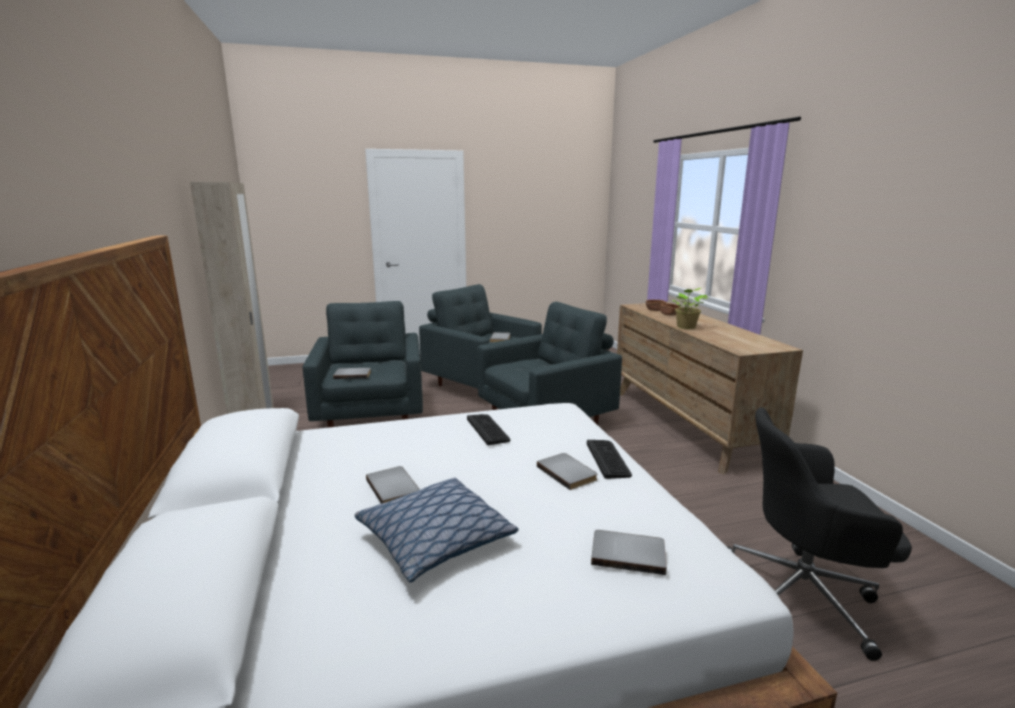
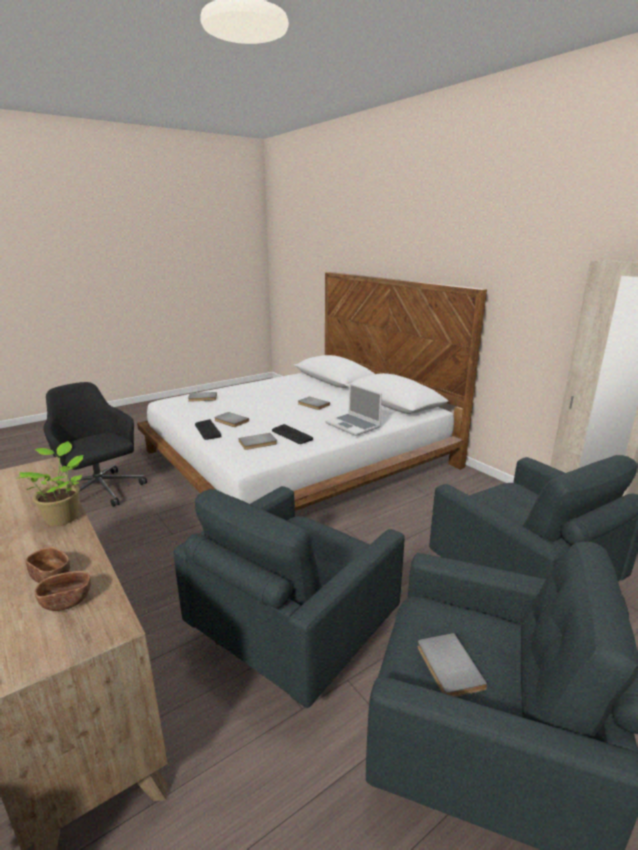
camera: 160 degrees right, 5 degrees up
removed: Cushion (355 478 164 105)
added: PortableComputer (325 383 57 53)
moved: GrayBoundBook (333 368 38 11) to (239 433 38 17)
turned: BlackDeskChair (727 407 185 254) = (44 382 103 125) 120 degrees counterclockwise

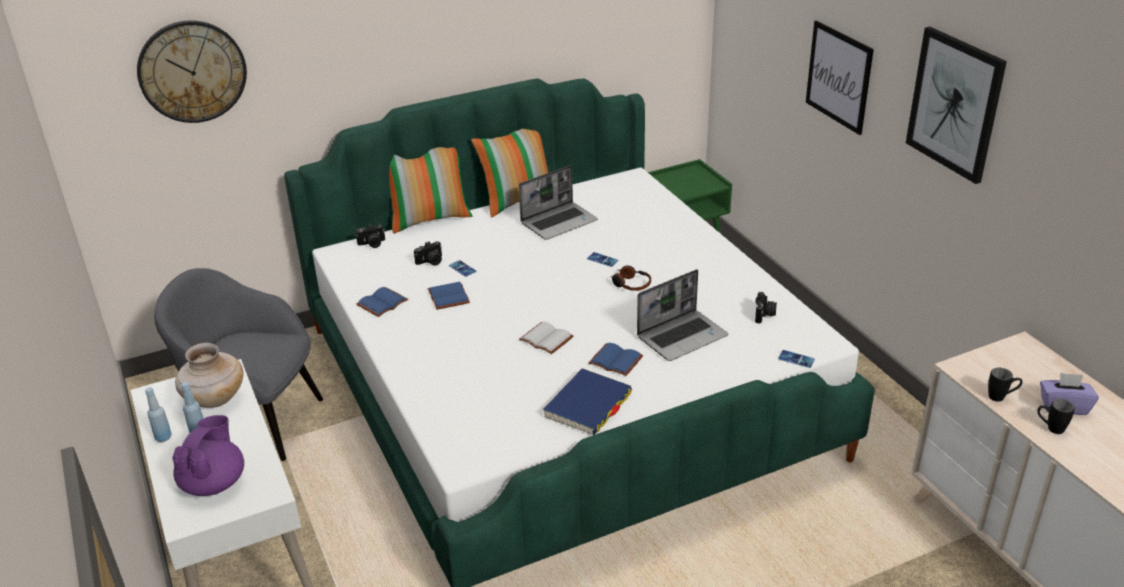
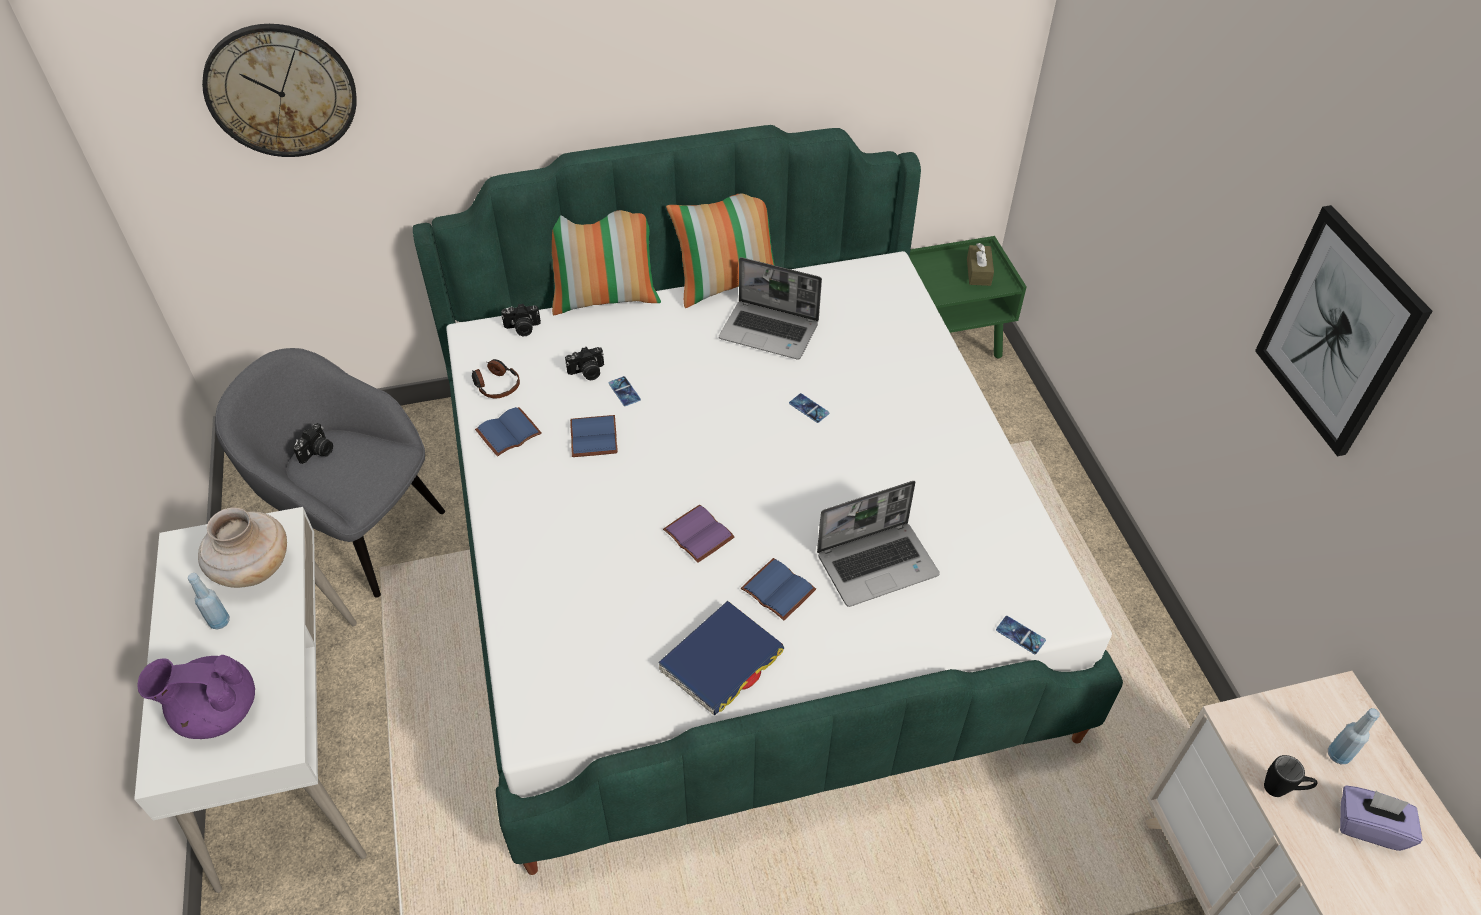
camera: 10 degrees right, 15 degrees up
removed: Picture (806 20 68 115); BlackTeaMug (1038 399 37 35)
added: BrownColouredTissueBox (967 243 27 43)
moved: PhotoCamera (755 292 22 31) to (293 423 40 41); PairOfHeadphones (610 266 41 25) to (472 359 48 40); BlueBottle (145 387 27 55) to (1328 708 52 56)
recoloured: WhiteColouredBoundBook (519 321 55 33) to PurpleBoundBook (663 504 72 59)
turned: PurpleTeapot (172 415 72 81) = (137 655 118 84) 120 degrees counterclockwise; PortableComputer (519 165 79 75) = (719 257 103 103) 45 degrees clockwise

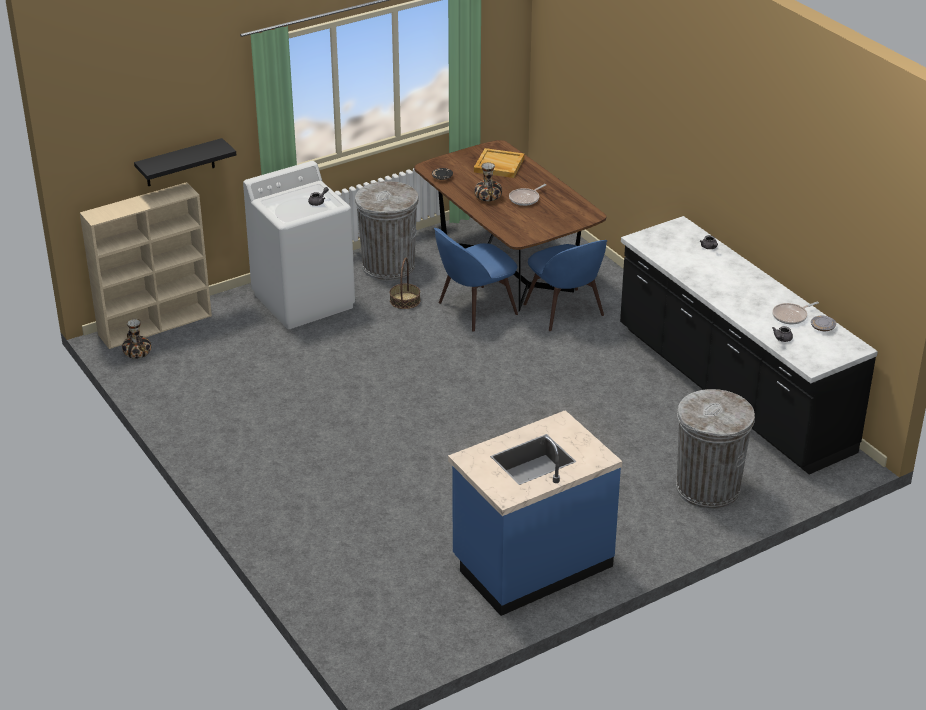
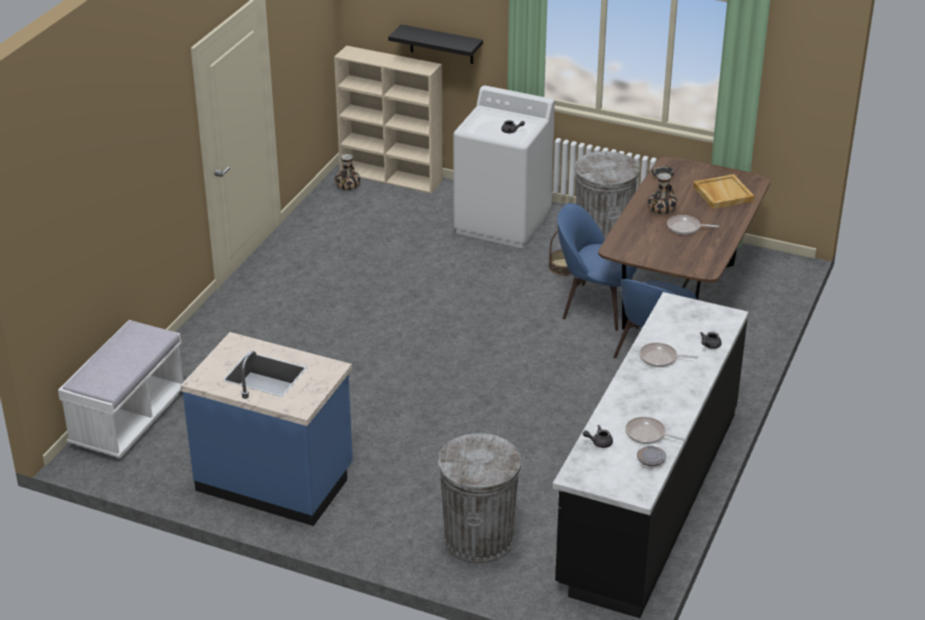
camera: 55 degrees right, 0 degrees up
added: WhiteColouredIndoorBench (58 320 125 139); FryingPan (639 343 59 24)

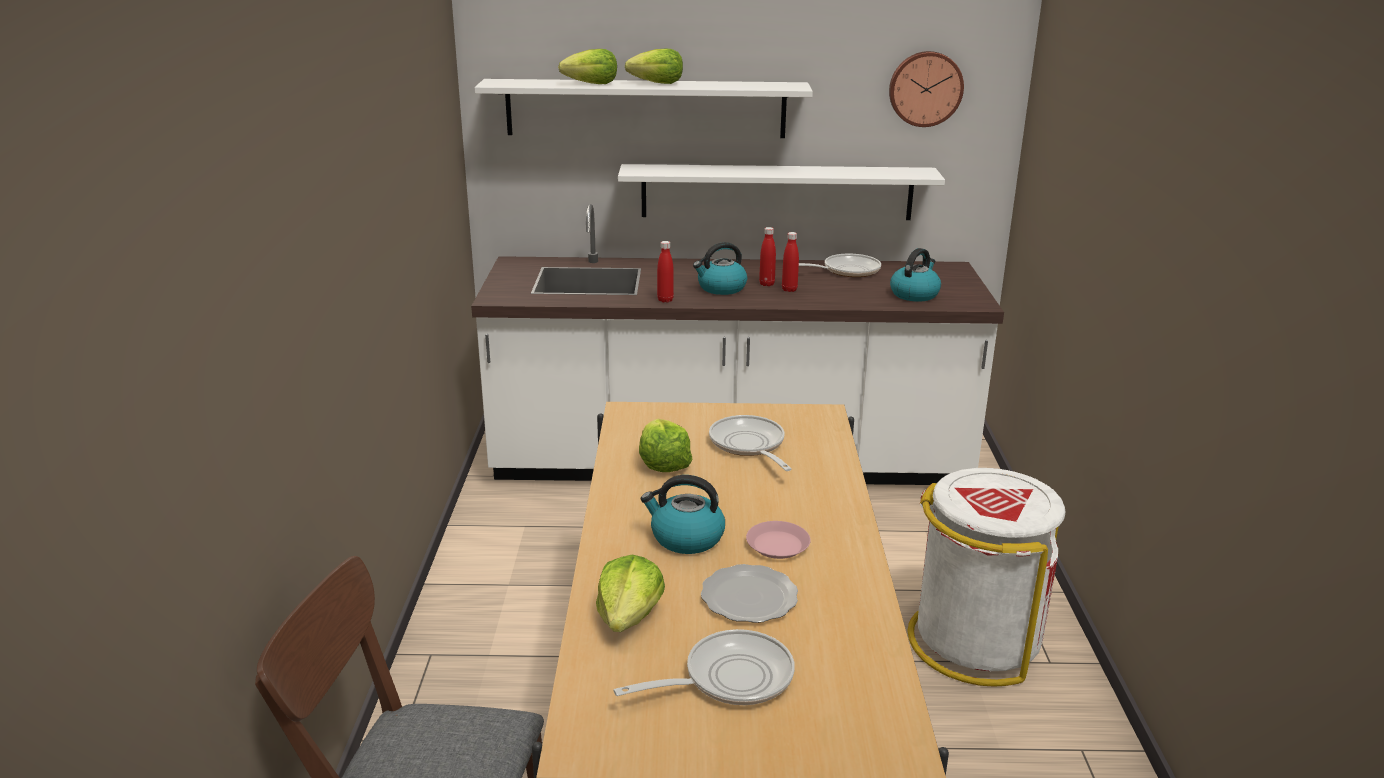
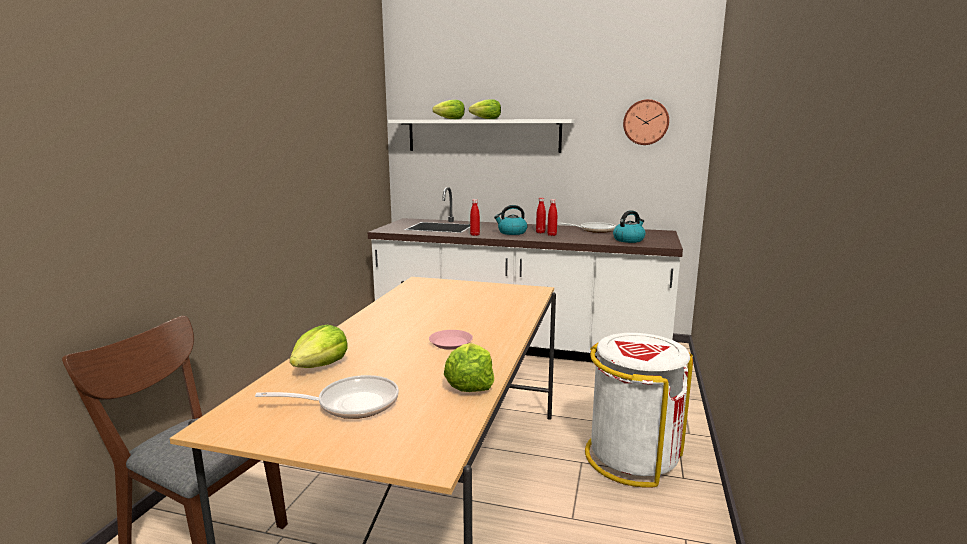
camera: 15 degrees right, 10 degrees down
removed: WhiteColouredWallShelf (618 164 327 56); WaterKettle (641 475 84 79); Plate (701 564 97 59); FryingPan (709 415 83 56)
moved: Lettuce (639 419 54 53) to (444 343 50 49)

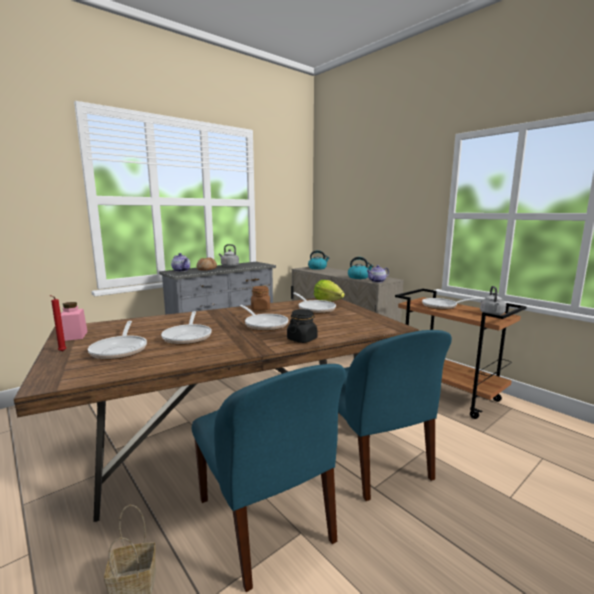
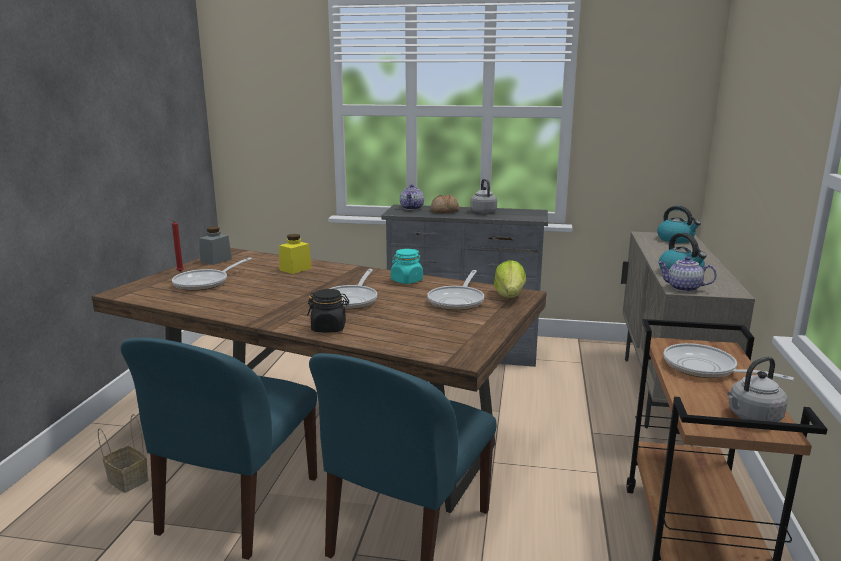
camera: 50 degrees right, 5 degrees up
removed: FryingPan (161 311 51 34)
added: YellowColouredStorageJar (279 234 33 40)
recoloured: PinkColouredStorageJar (61 302 27 39) to GrayStorageJar (199 227 33 38); BrownColouredStorageJar (251 286 19 24) to BlueGreenStorageJar (391 249 32 35)

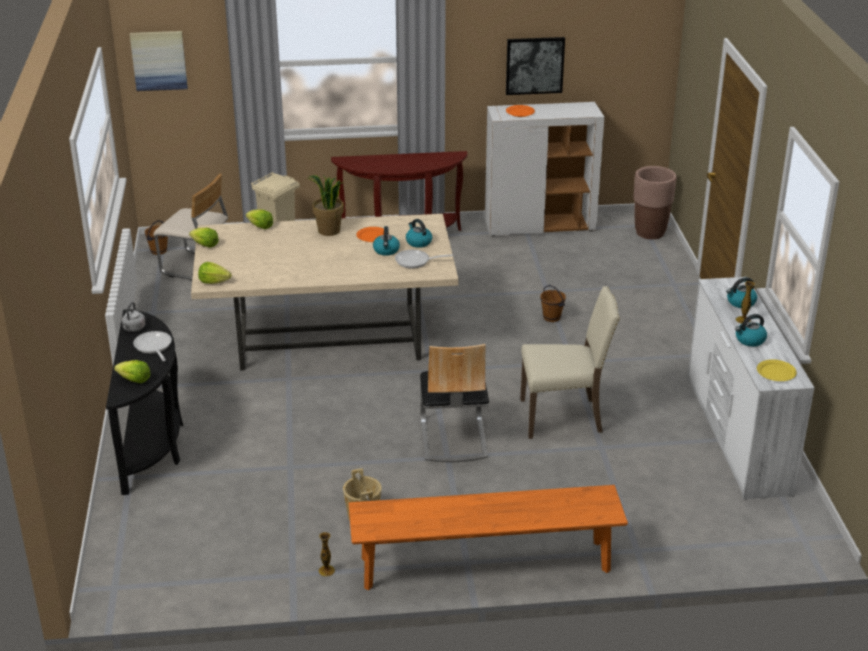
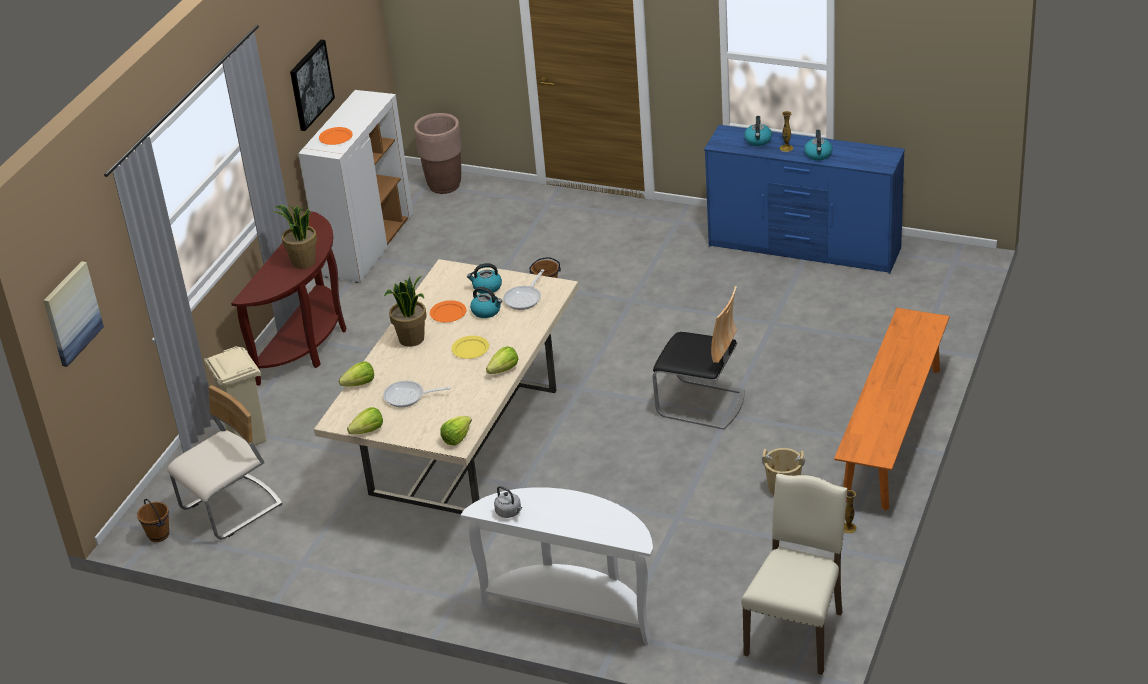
camera: 60 degrees left, 5 degrees up
added: PottedPlant (273 205 44 64)
moved: FryingPan (133 331 39 30) to (383 381 67 26); YellowColouredPlate (757 360 40 21) to (451 336 38 23); Lettuce (114 360 37 23) to (486 346 32 28); SandColouredUprightChair (520 286 100 153) to (741 473 107 202)
recoloured: BlackHallTable (106 309 77 186) to WhiteColouredHallTable (461 487 192 158); WhiteColouredChestOfDrawers (687 277 128 223) to BlueChestOfDrawers (704 125 201 149)

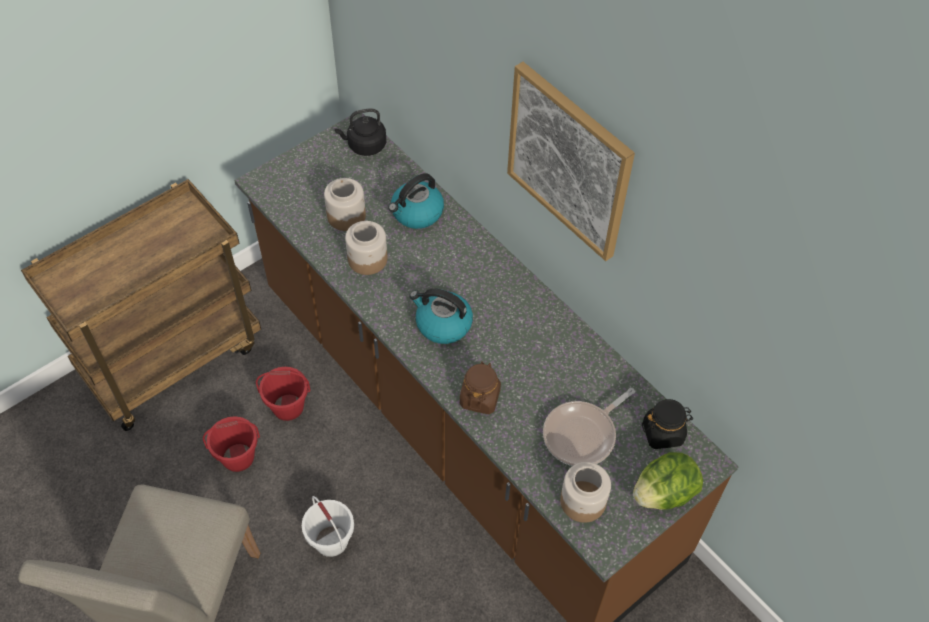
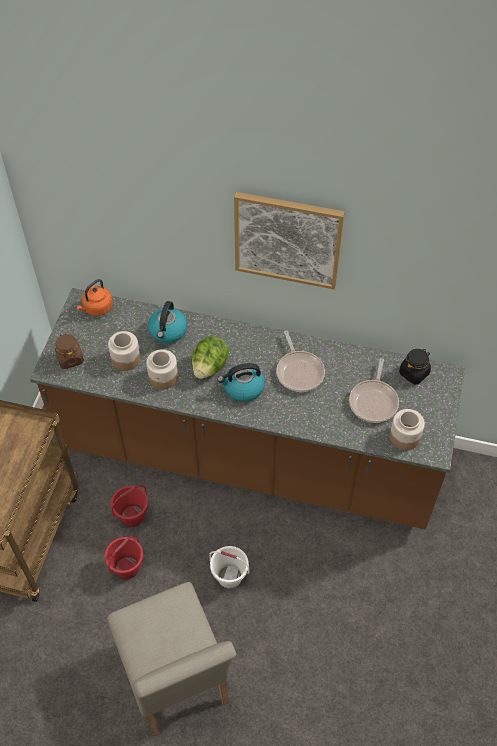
camera: 35 degrees left, 0 degrees up
added: FryingPan (276 330 49 62)
moved: BrownColouredStorageJar (460 361 41 53) to (55 333 29 36); Lettuce (633 452 70 58) to (192 337 37 42)
recoloured: BlackWaterKettle (335 108 51 48) to OrangeColouredWaterKettle (76 279 37 37)

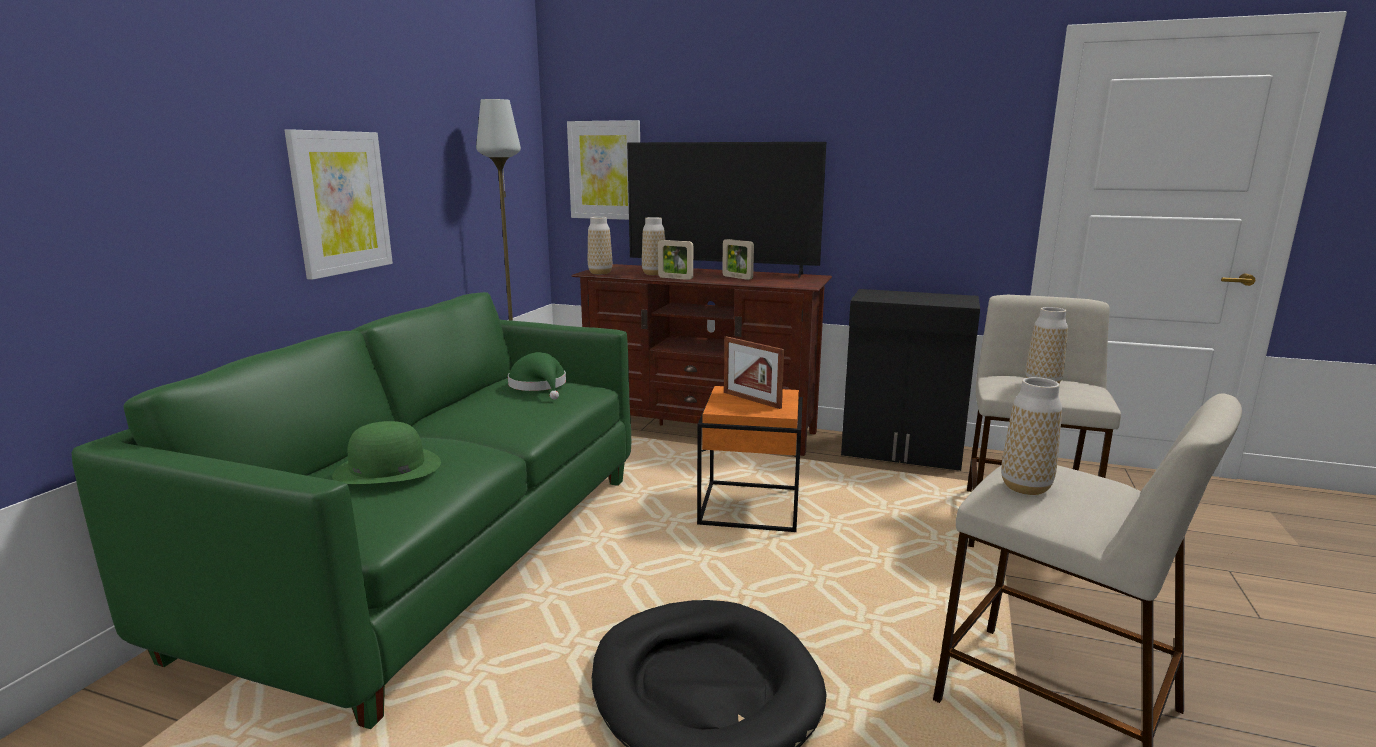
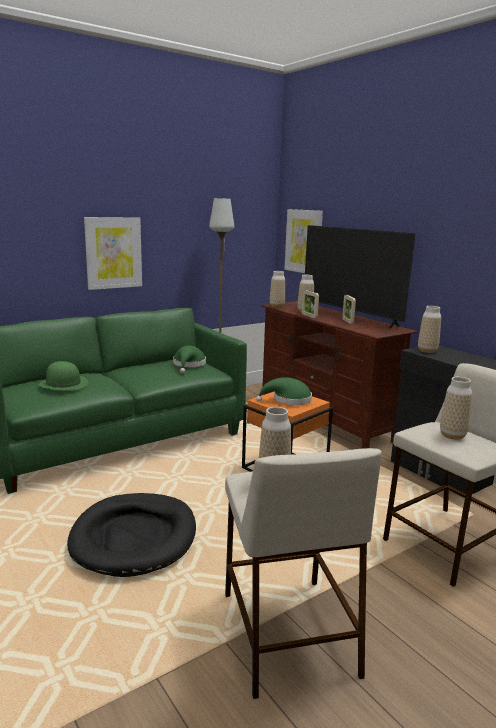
camera: 35 degrees right, 0 degrees up
added: FlowerVase (418 306 23 47)
replaced: PhotoFrame (724 336 60 73) to GreenColouredWearableHat (256 377 56 28)

